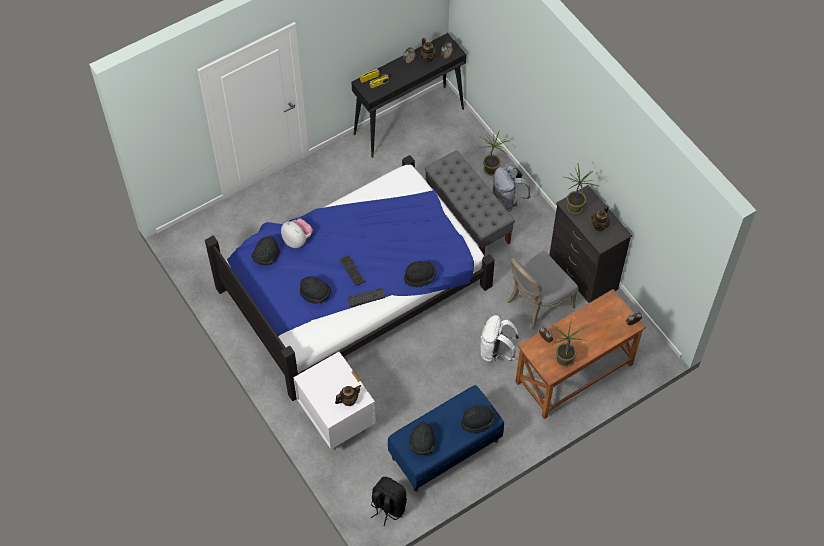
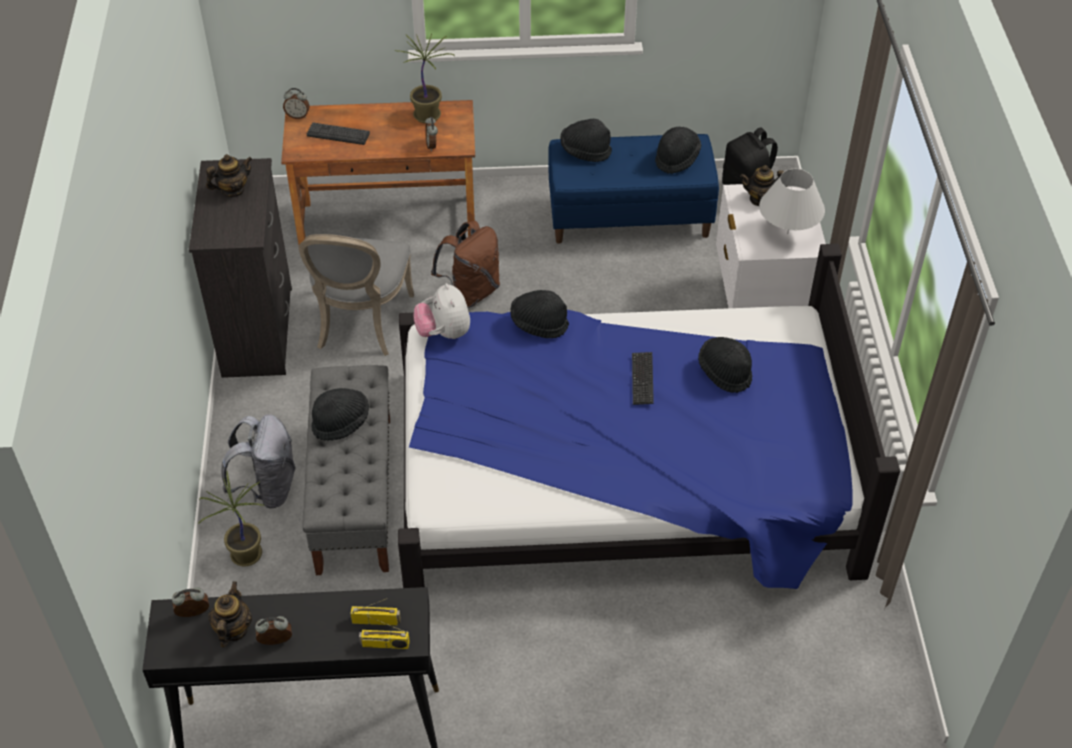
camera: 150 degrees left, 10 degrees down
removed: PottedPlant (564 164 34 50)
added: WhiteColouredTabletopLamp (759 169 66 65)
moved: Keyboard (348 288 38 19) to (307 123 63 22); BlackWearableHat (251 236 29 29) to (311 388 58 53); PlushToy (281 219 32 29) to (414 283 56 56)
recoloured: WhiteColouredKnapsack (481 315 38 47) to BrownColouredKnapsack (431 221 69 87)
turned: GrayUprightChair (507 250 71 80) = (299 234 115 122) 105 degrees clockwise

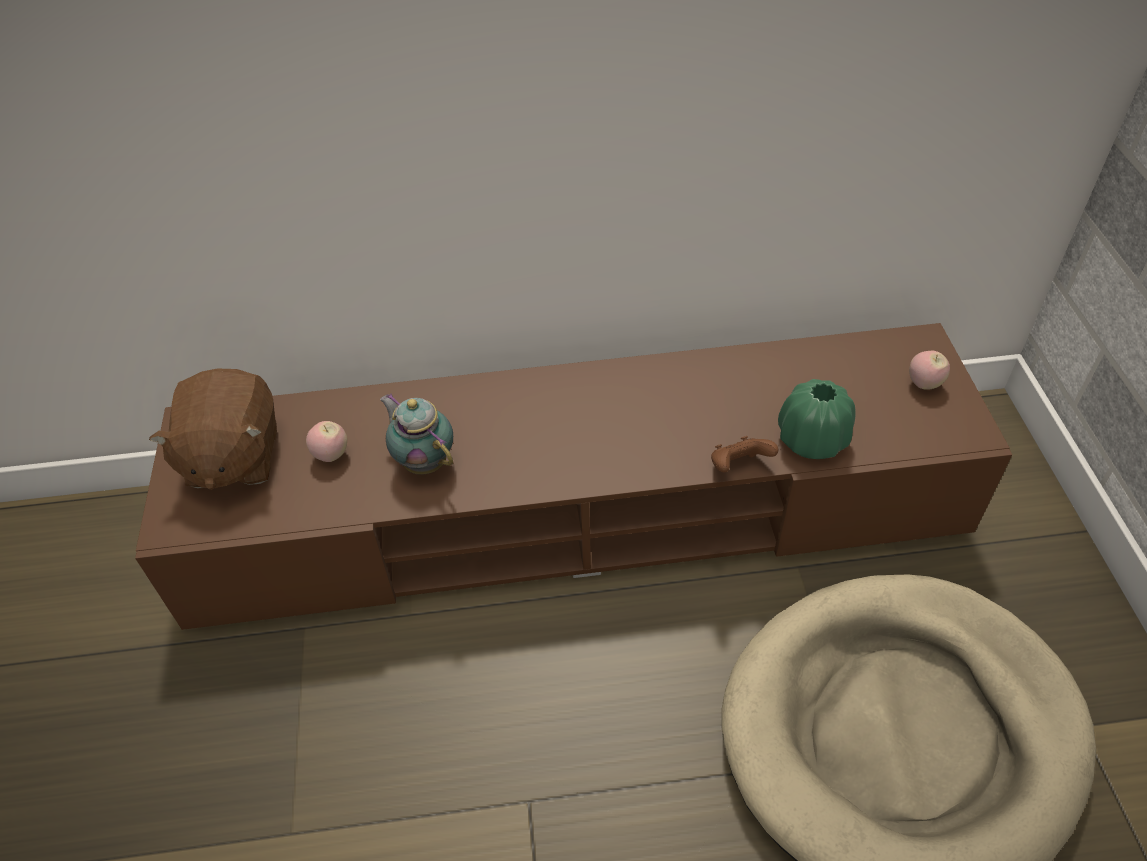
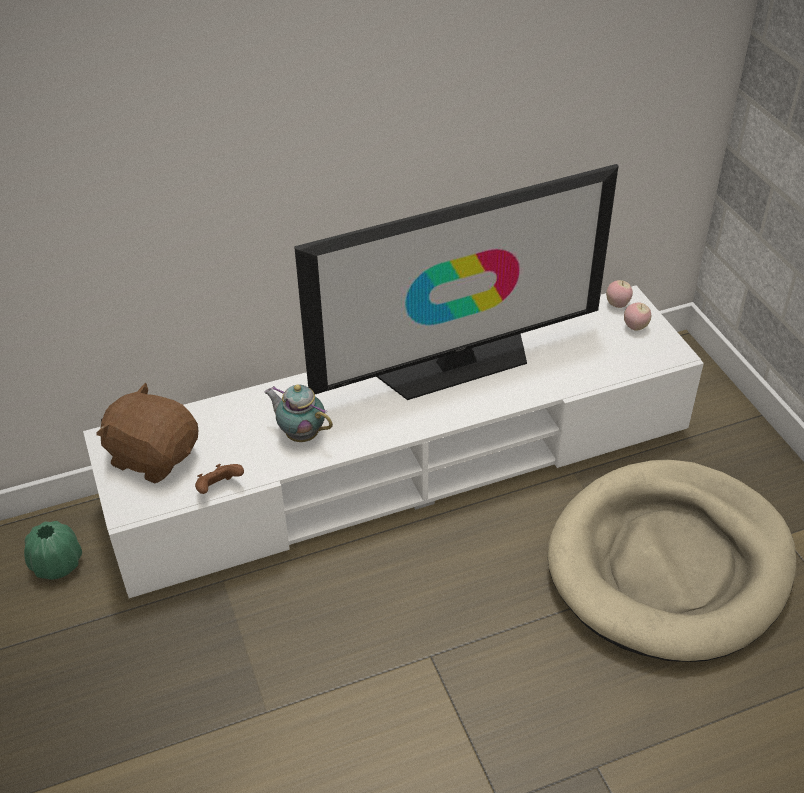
camera: 15 degrees left, 5 degrees down
added: Television (294 164 324 236)
moved: GreenColouredFlowerVase (778 379 77 80) to (24 521 58 59); BrownColouredJoypad (711 436 67 36) to (195 464 49 30); AppleFruit (306 421 41 41) to (606 280 27 28)
recoloured: BrownColouredMediaConsole (135 323 877 307) to WhiteColouredMediaConsole (83 285 621 313)
turned: BrownColouredPlushToy (149 369 128 121) = (96 383 103 101) 135 degrees clockwise

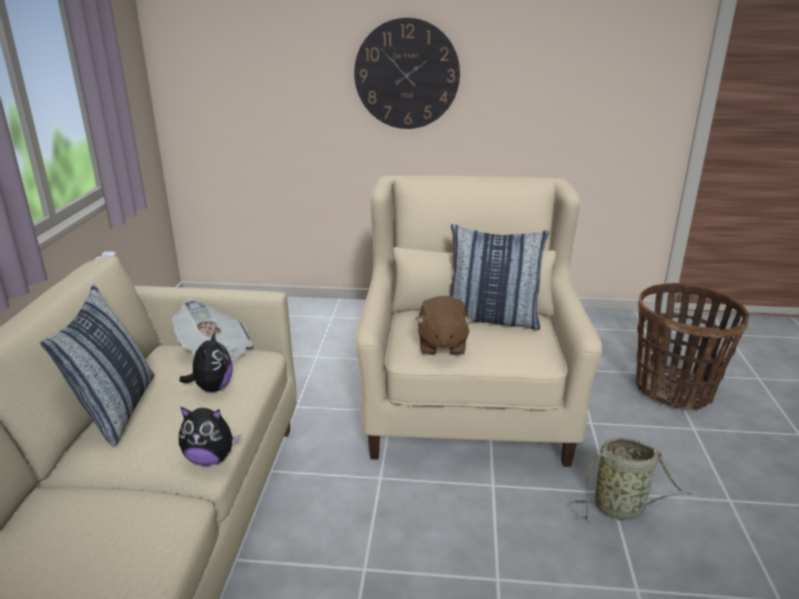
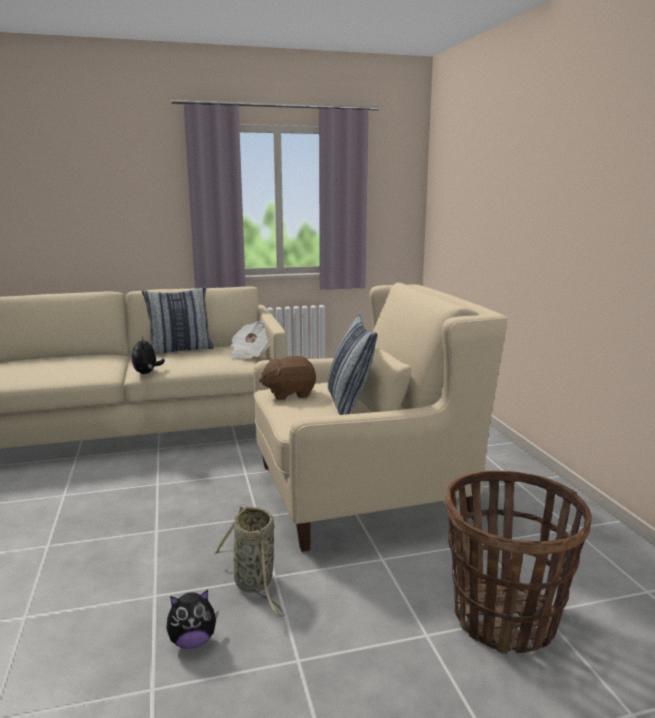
camera: 70 degrees right, 10 degrees down
removed: ClockOnTheWall (354 18 106 111)
moved: PlushToy (180 332 53 60) to (166 590 53 59)

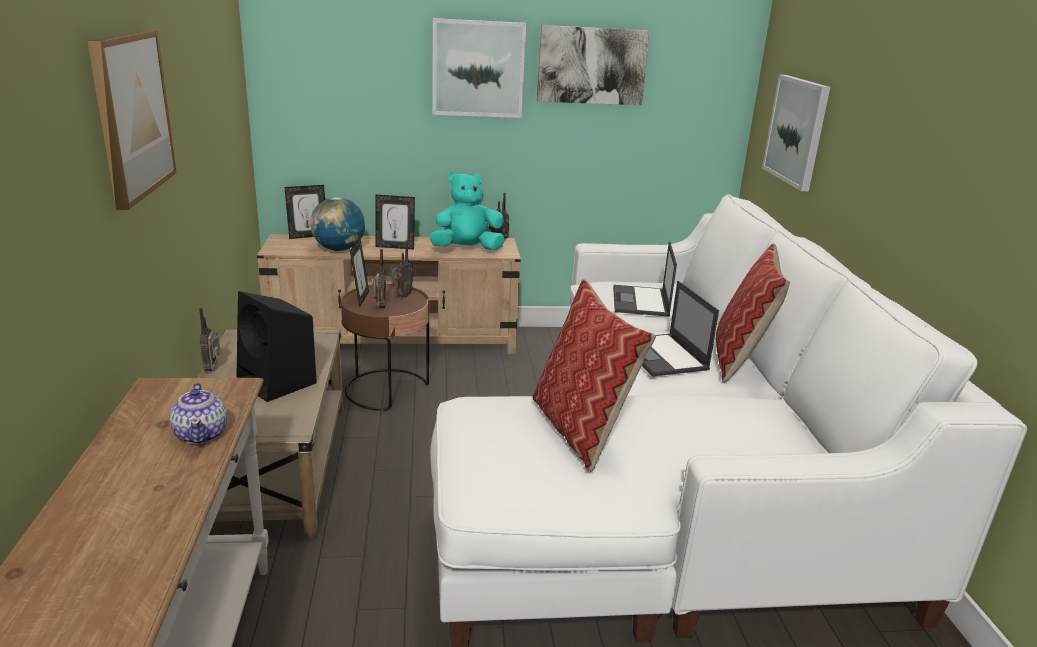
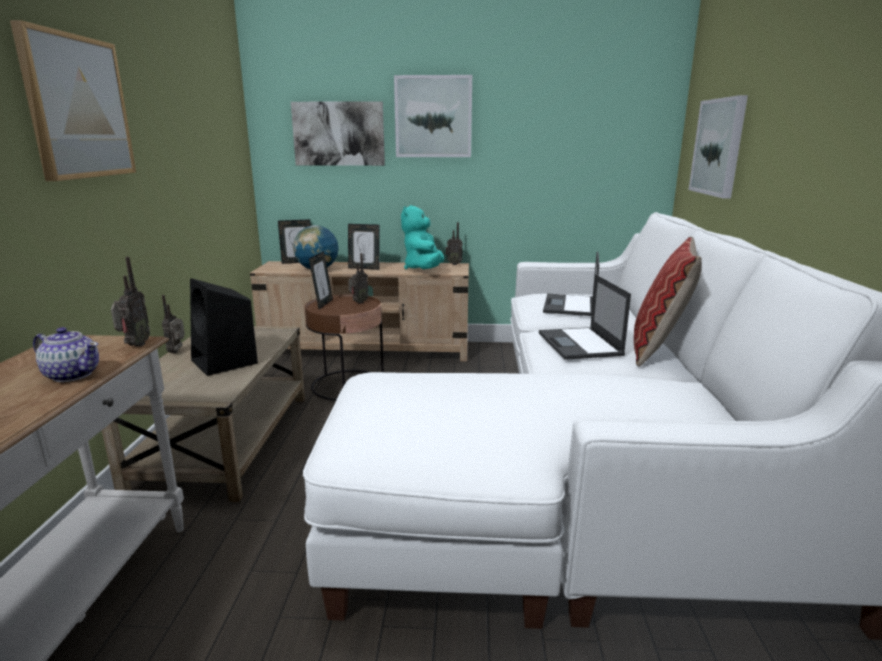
camera: 10 degrees right, 5 degrees down
removed: Cushion (532 279 124 193)
moved: RadioSet (372 249 14 59) to (111 257 39 90); Picture (537 25 113 80) to (291 101 94 65)
turned: Teapot (170 383 58 61) = (33 327 66 55) 60 degrees counterclockwise; BlueGreenPlushToy (429 172 76 78) = (401 205 43 65) 75 degrees counterclockwise

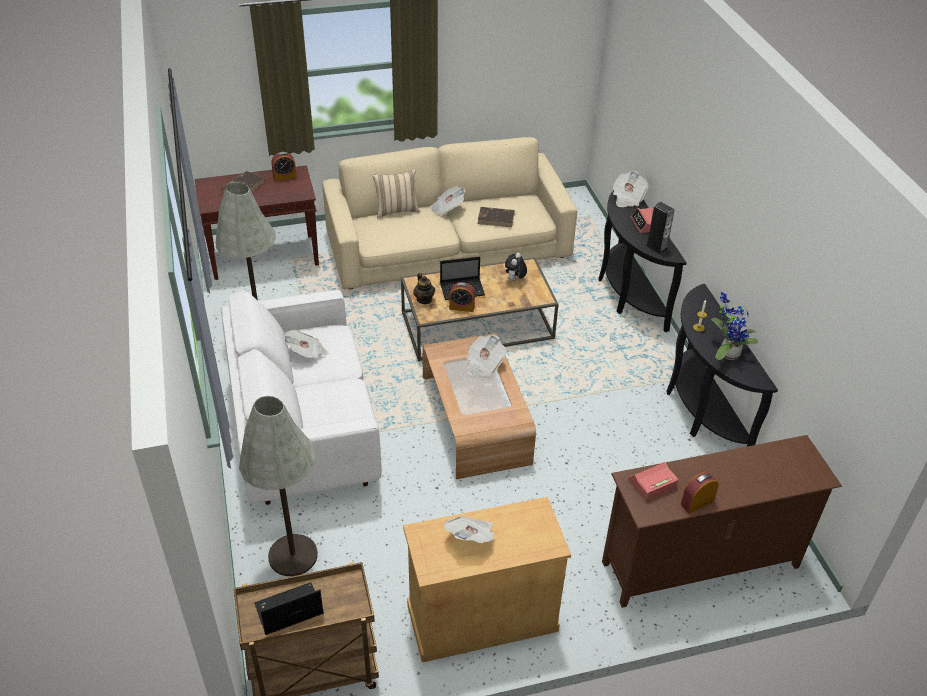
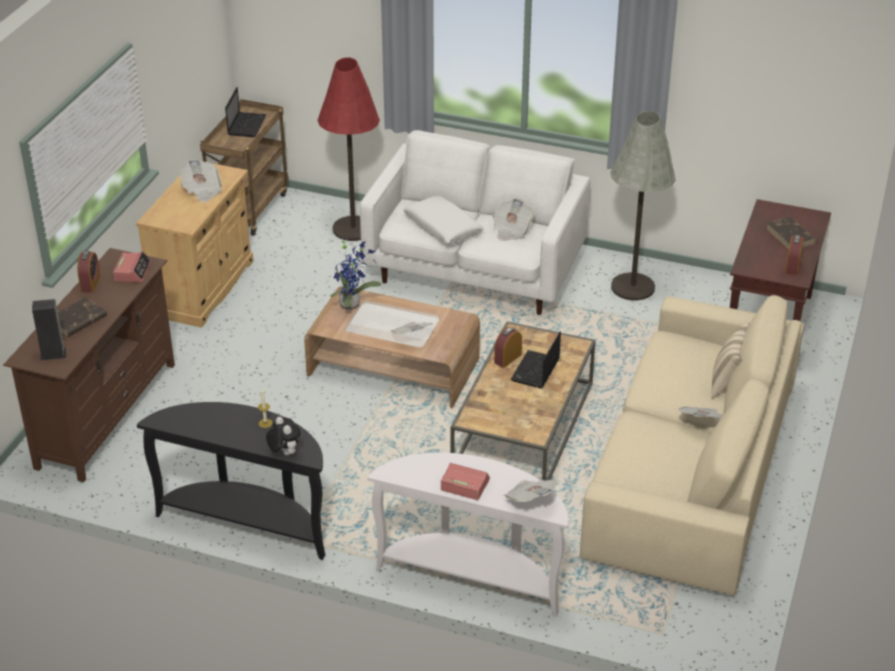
camera: 125 degrees right, 5 degrees down
removed: Teapot (413 273 22 31)
added: WhiteColouredCushion (403 196 81 48)
moved: Loudspeaker (645 202 30 52) to (32 299 34 62); BrownColouredBoundBook (478 207 37 20) to (58 297 49 40); PlushToy (505 253 22 28) to (266 417 35 38); PottedPlant (711 292 47 68) to (330 241 51 69)
recoloured: GrayFloorLamp (239 396 79 180) to RedColouredFloorLamp (317 57 63 184); BlackHallTable (599 190 88 142) to WhiteColouredHallTable (367 453 201 164)

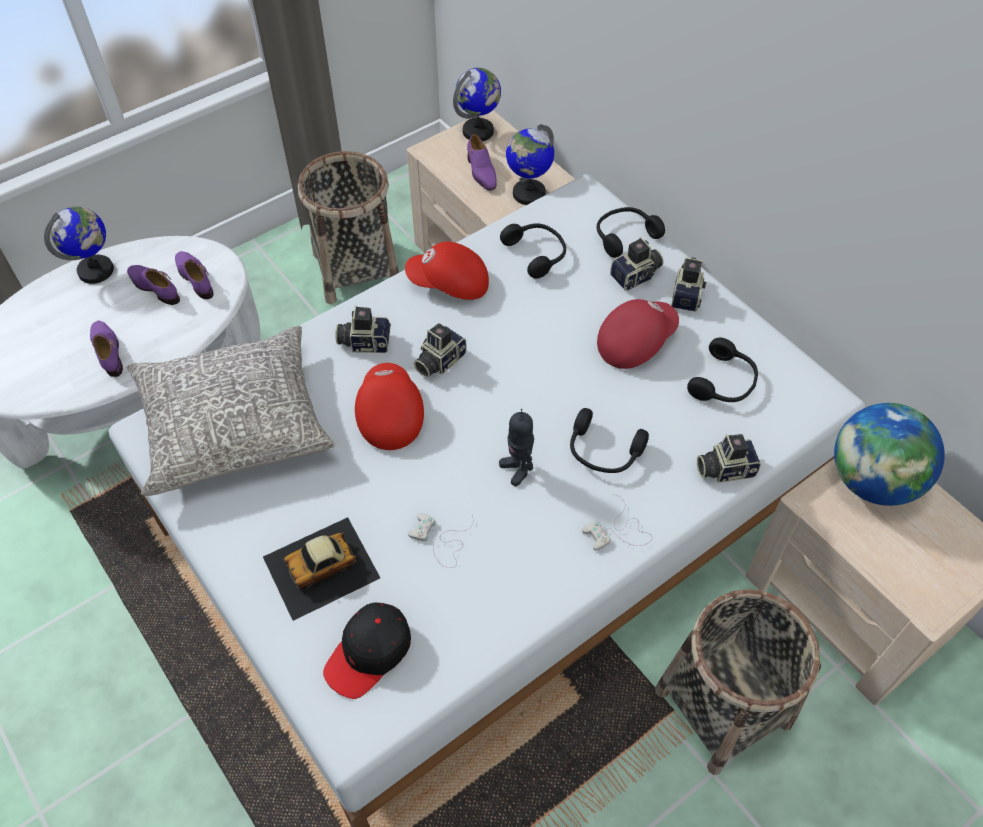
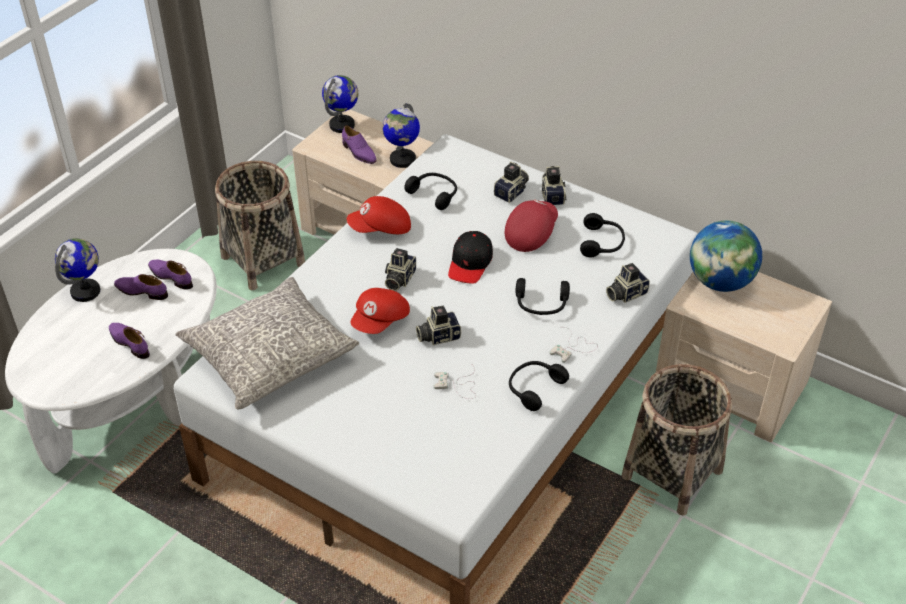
camera: 20 degrees left, 10 degrees down
removed: ToyCar (263 517 117 104); ModelRobot (499 409 35 77)
moved: PhotoCamera (336 305 55 48) to (416 306 45 39); BlackBaseballCap (323 602 88 97) to (448 231 45 53); BlackPairOfHeadphones (597 207 68 51) to (509 361 60 50)
turned: RedColouredBaseballCap (355 363 69 87) = (350 288 60 46) 120 degrees counterclockwise

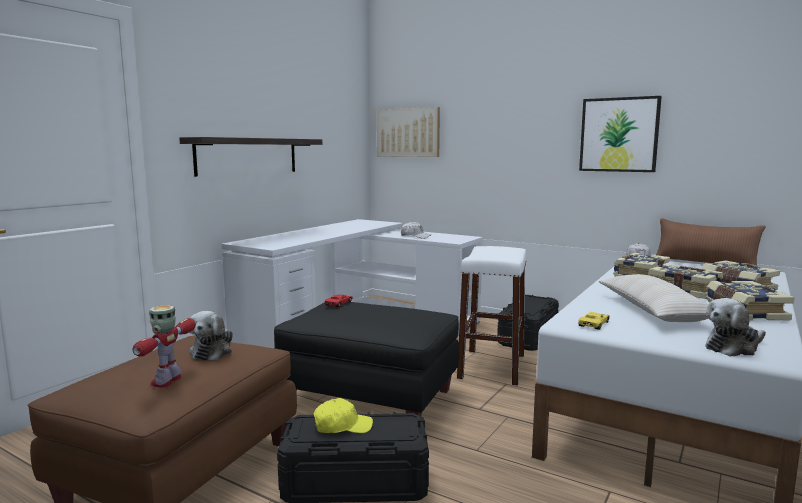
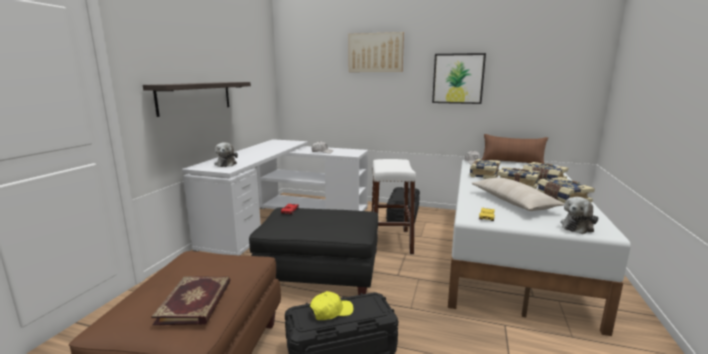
camera: 15 degrees left, 5 degrees up
moved: PlushToy (189 311 44 49) to (215 143 23 24); Picture (377 107 63 50) to (349 32 55 40)
replaced: ModelRobot (133 305 63 82) to BoundBook (151 276 79 49)

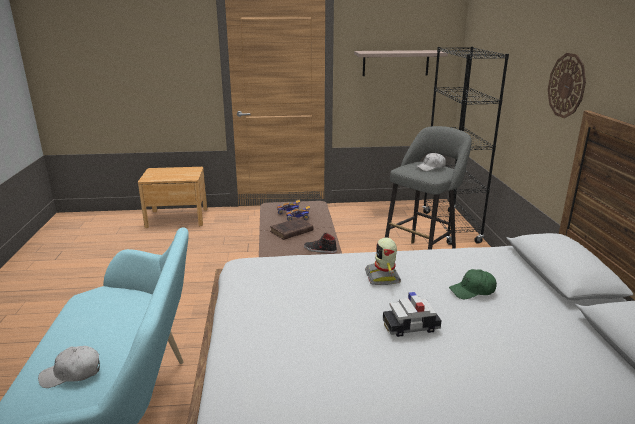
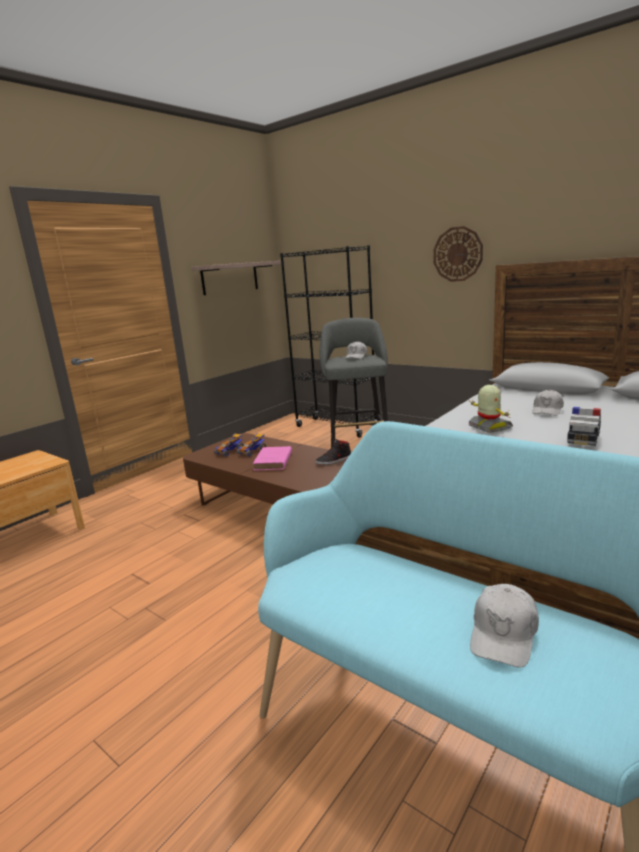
camera: 45 degrees left, 5 degrees down
recoloured: BrownColouredBoundBook (270 218 43 22) to PinkColouredBoundBook (253 446 39 24); GreenColouredBaseballCap (449 269 48 30) to WhiteColouredBaseballCap (532 389 32 27)
turned: ModelRobot (365 238 36 47) = (468 385 45 48) 150 degrees counterclockwise

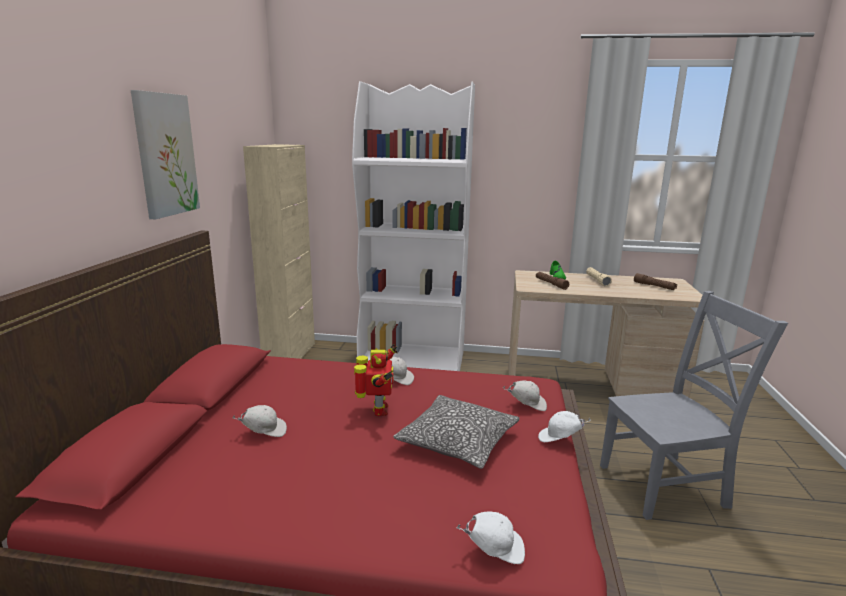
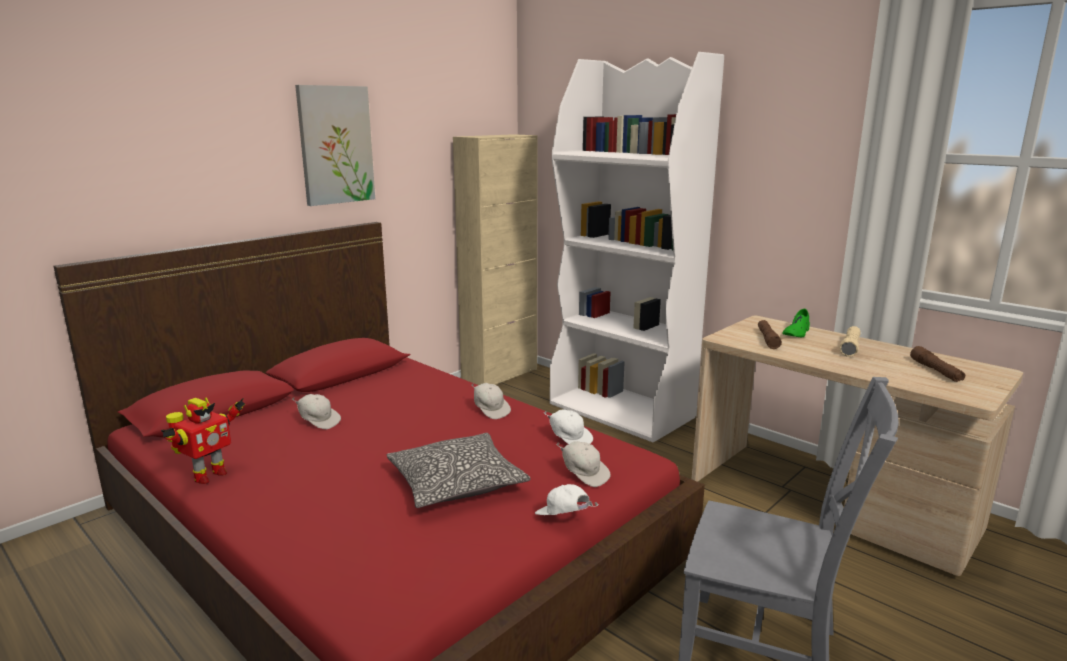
camera: 35 degrees right, 0 degrees up
moved: ModelRobot (354 344 44 72) to (161 397 84 87); WhiteColouredBaseballCap (456 511 69 53) to (544 409 49 36)

